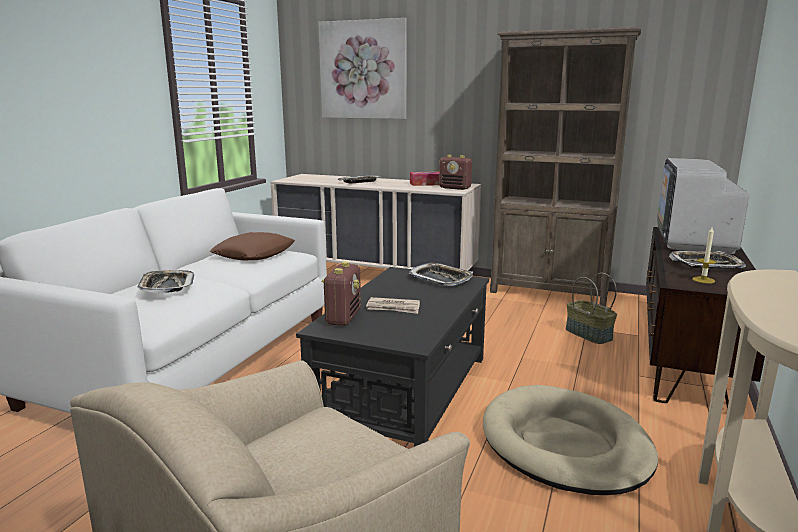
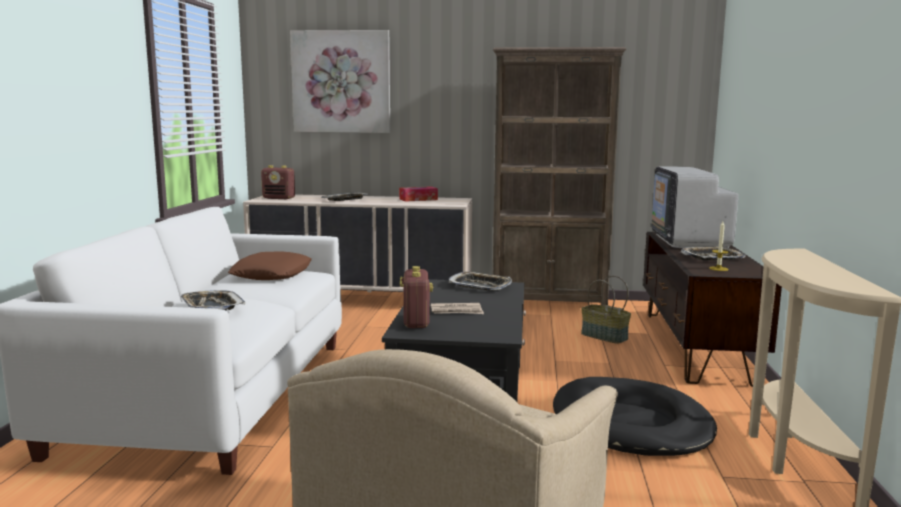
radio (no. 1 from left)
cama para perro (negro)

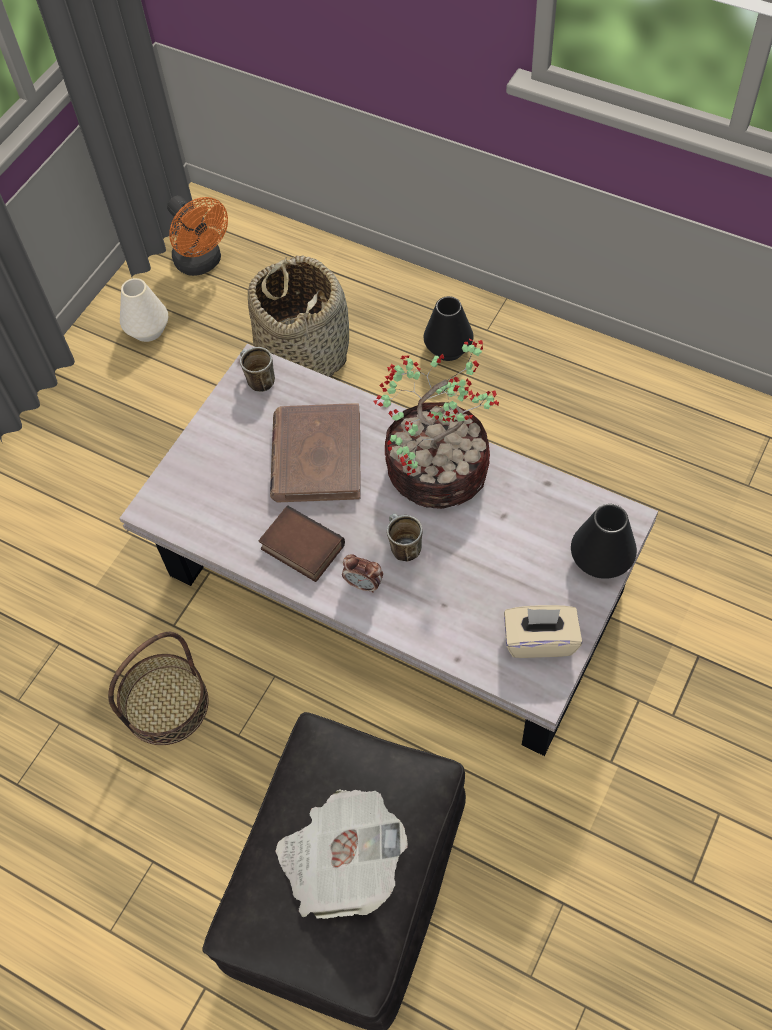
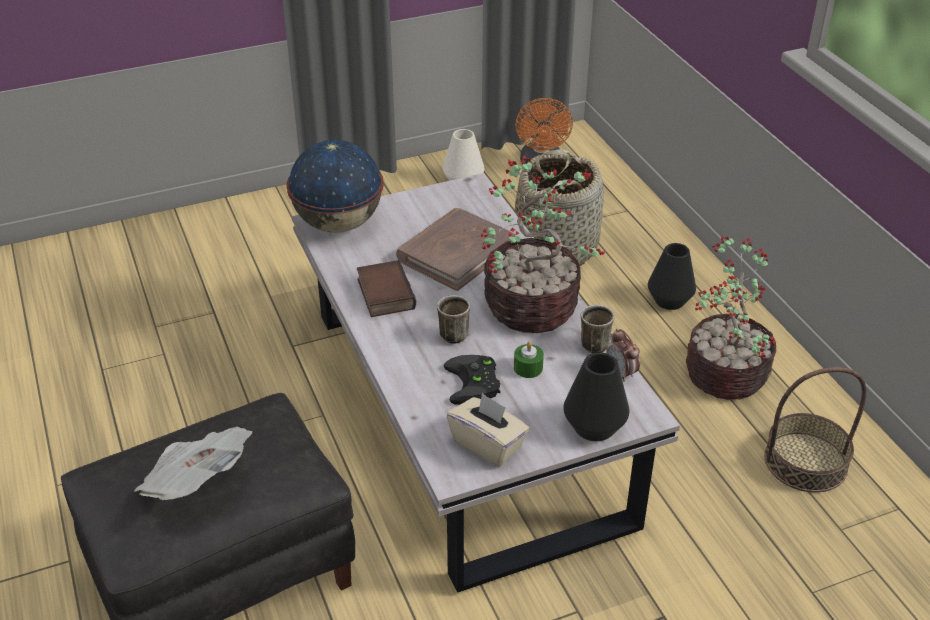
globo terráqueo
mando de consola (negro)
vela (verde)
planta en maceta (no. 2 from left)
cesta (no. 2 from left)
taza grande (no. 2 from left)
despertador

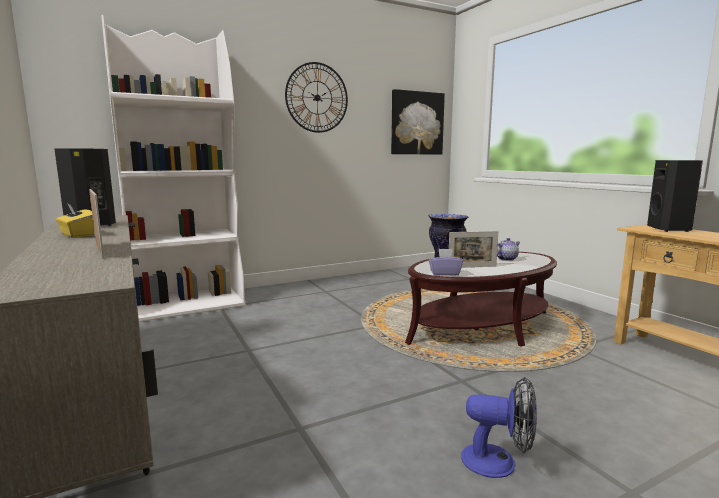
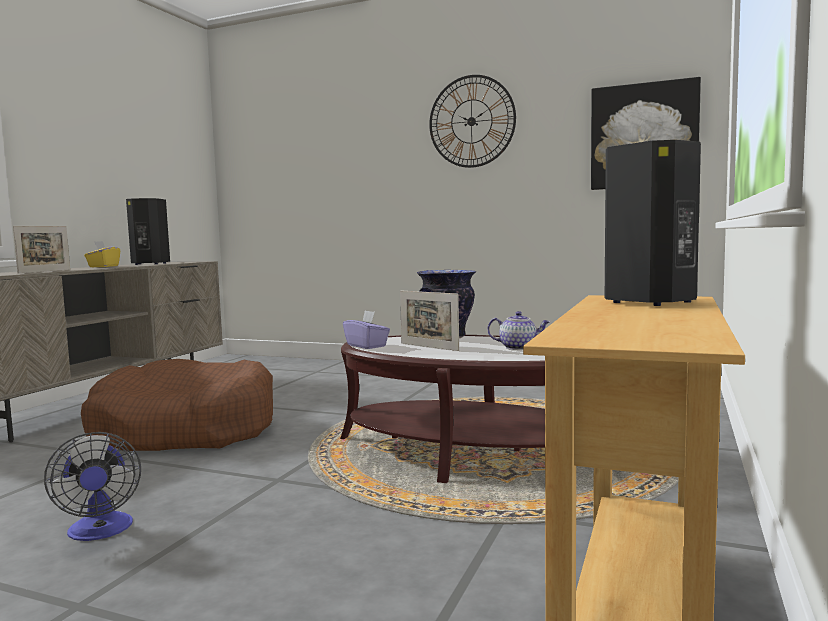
estantería (blanco)
cama para perro (marrón)

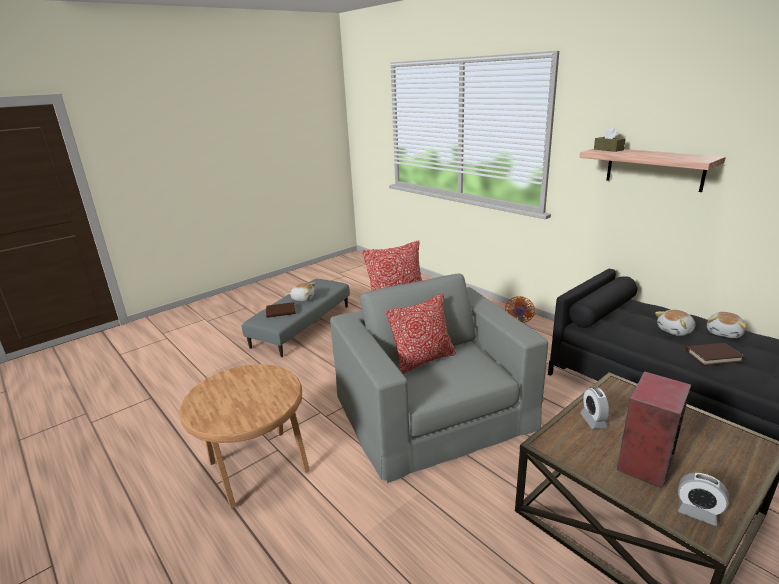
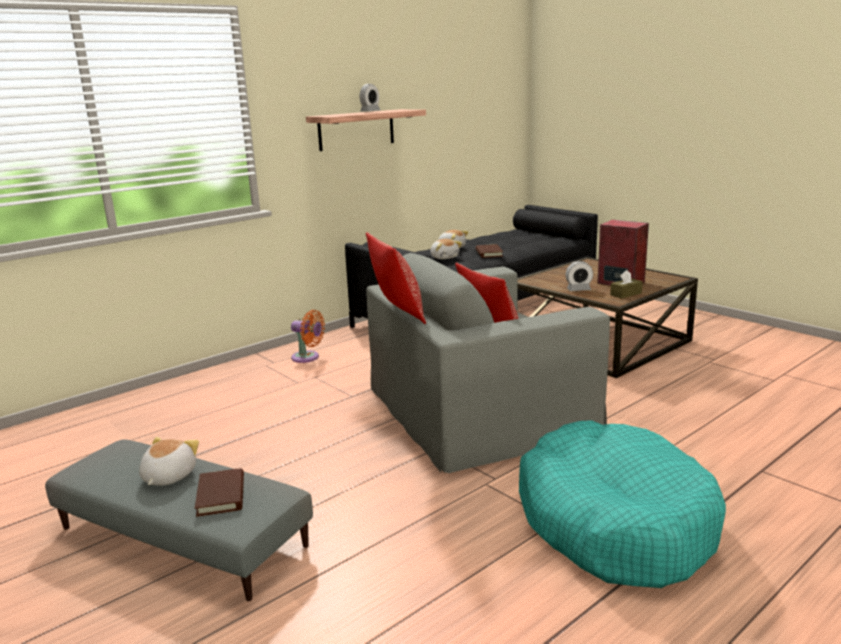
caja de pañuelos (marrón)
despertador (no. 1 from left)
cama para perro (turquesa)

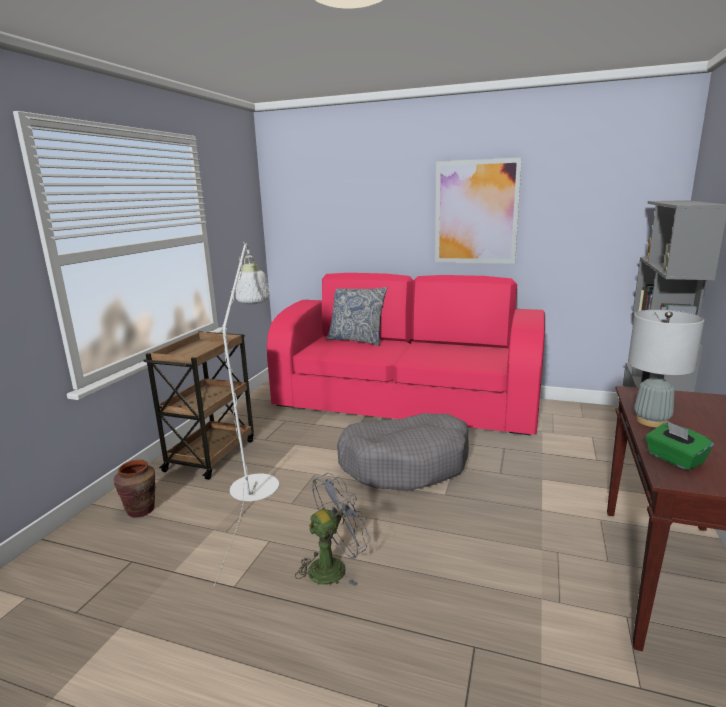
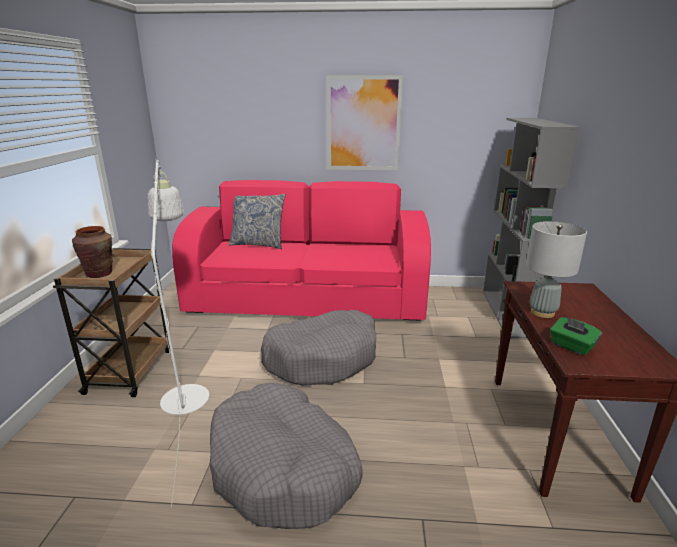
florero (marrón)
cama para perro (gris) (no. 1 from left)

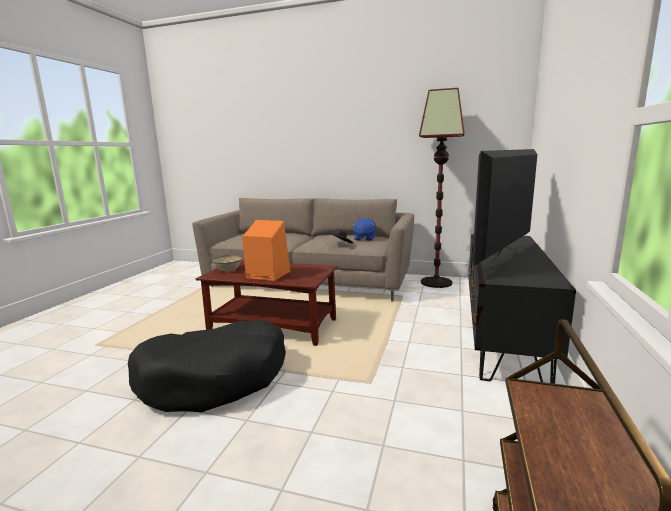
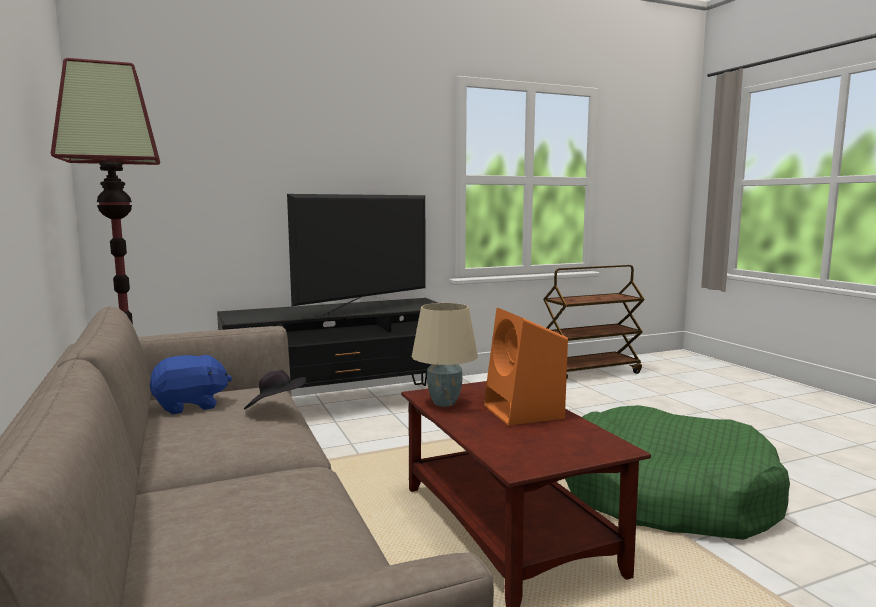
cuenco
lámpara de mesa (beis)
cama para perro (verde)
televisor

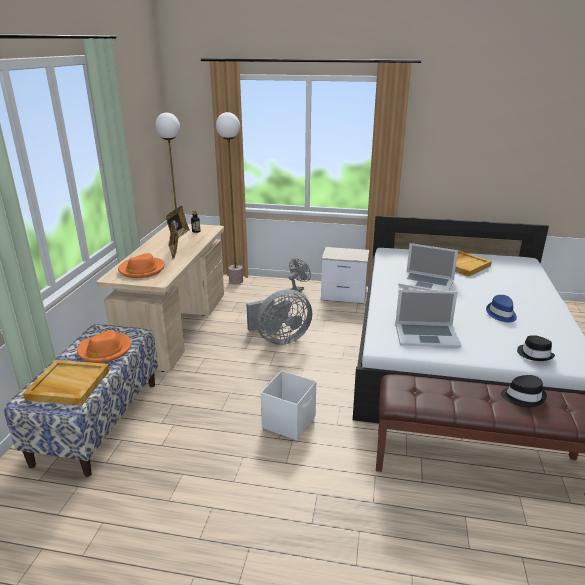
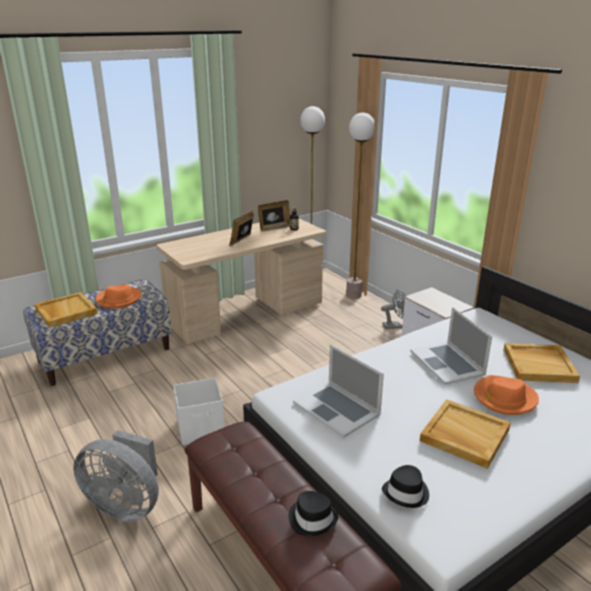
sombrero (naranja) (no. 2 from left)
ventilador (gris) (no. 1 from left)
bandeja (beis) (no. 2 from left)

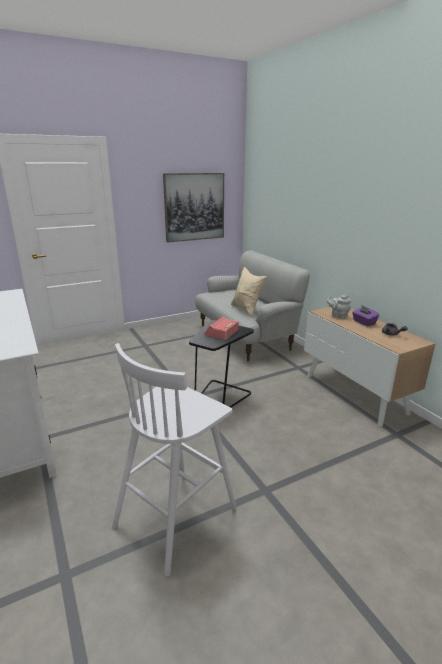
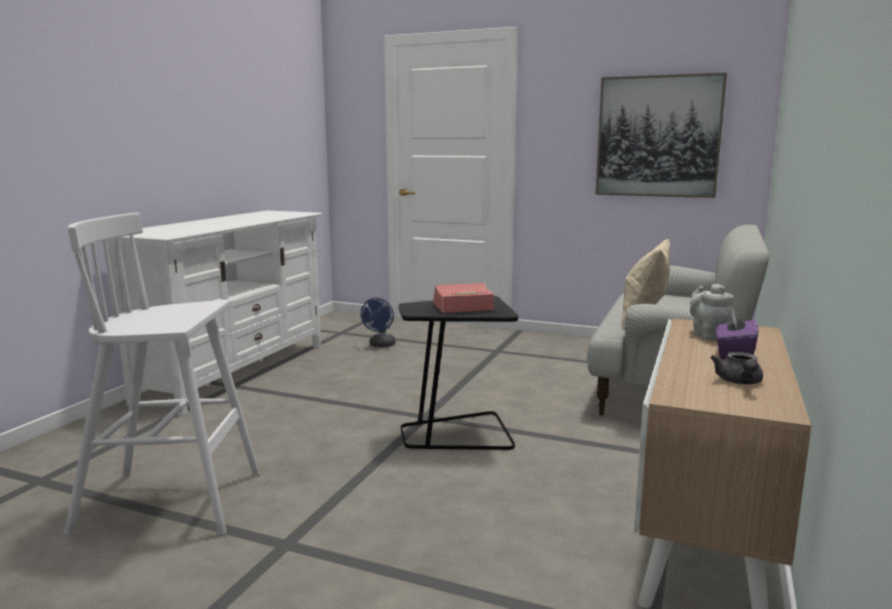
ventilador (azul)

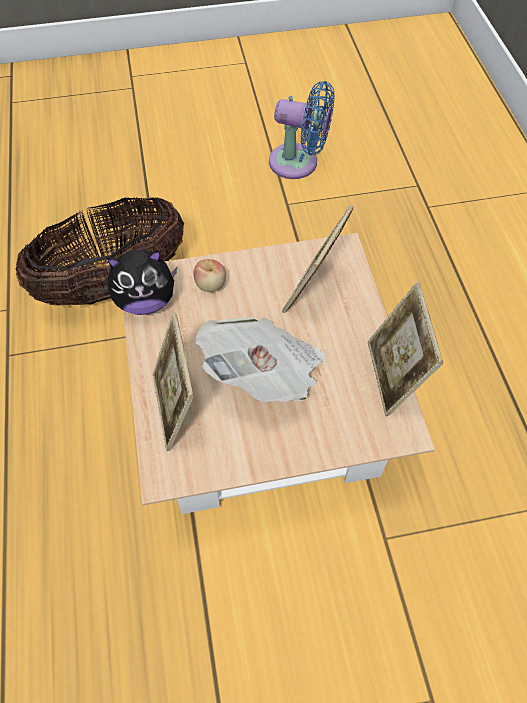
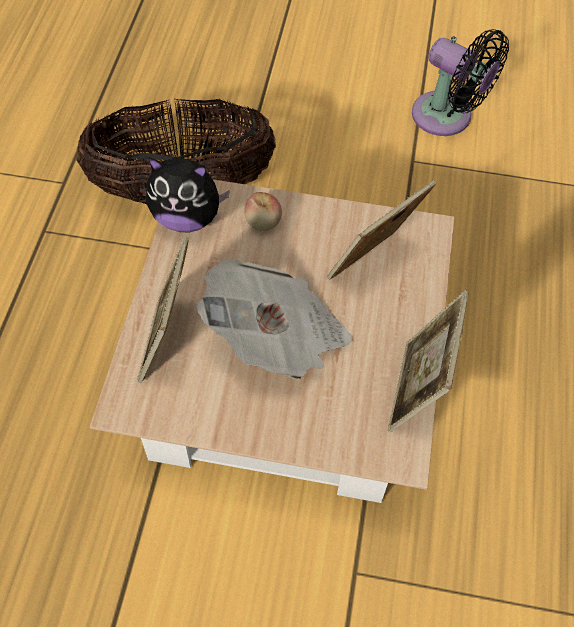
ventilador (negro)

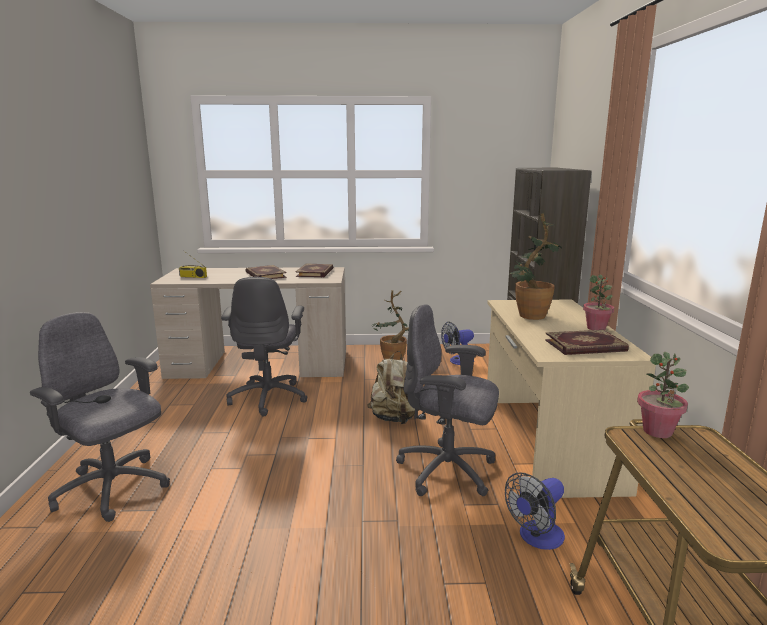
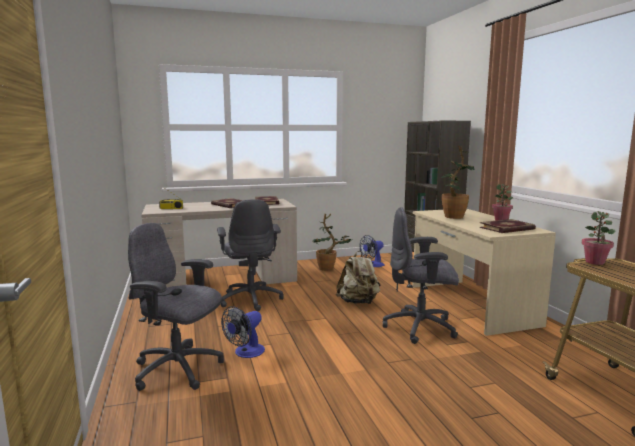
ventilador (no. 1 from left)

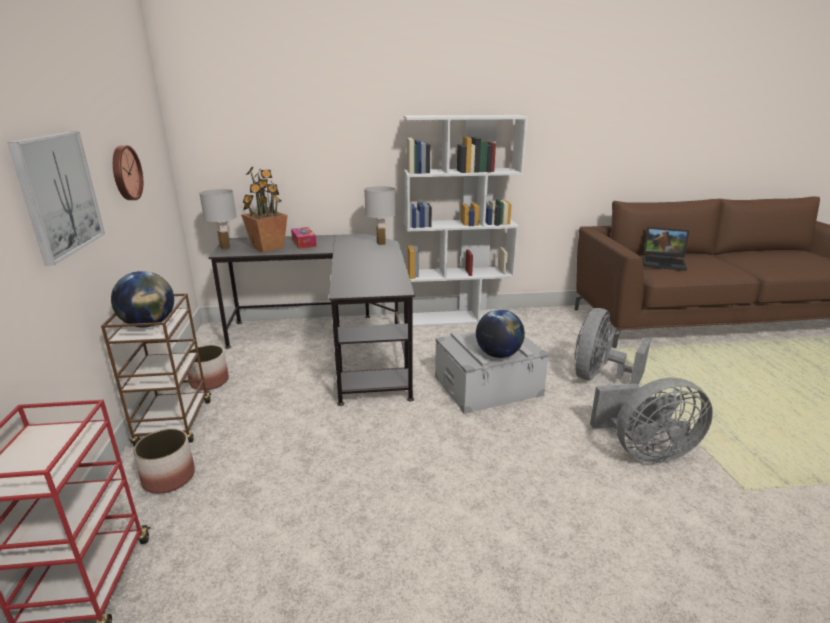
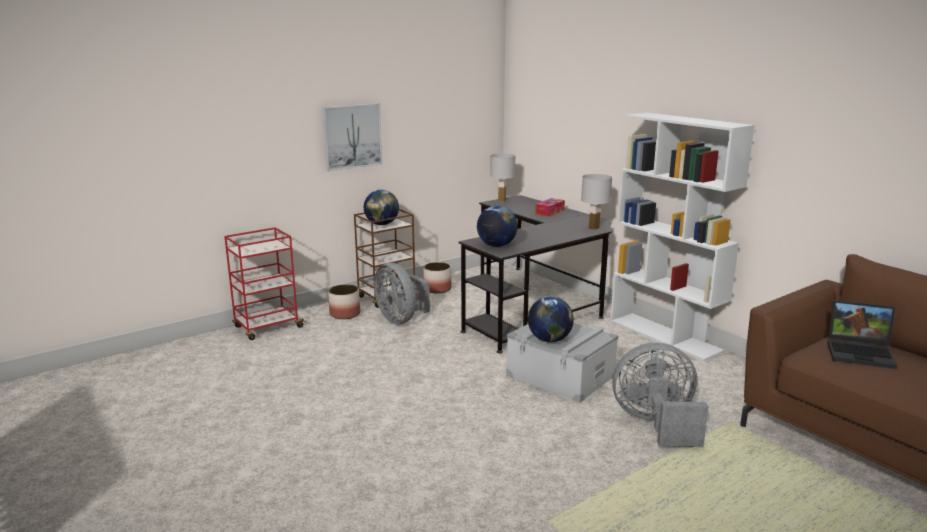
reloj de pared
planta en maceta
globo terráqueo (no. 2 from left)
ventilador (gris) (no. 1 from left)
portátil

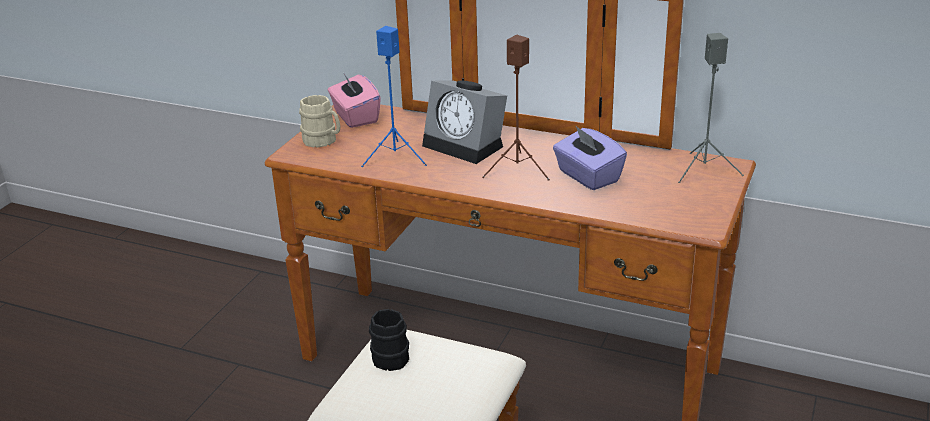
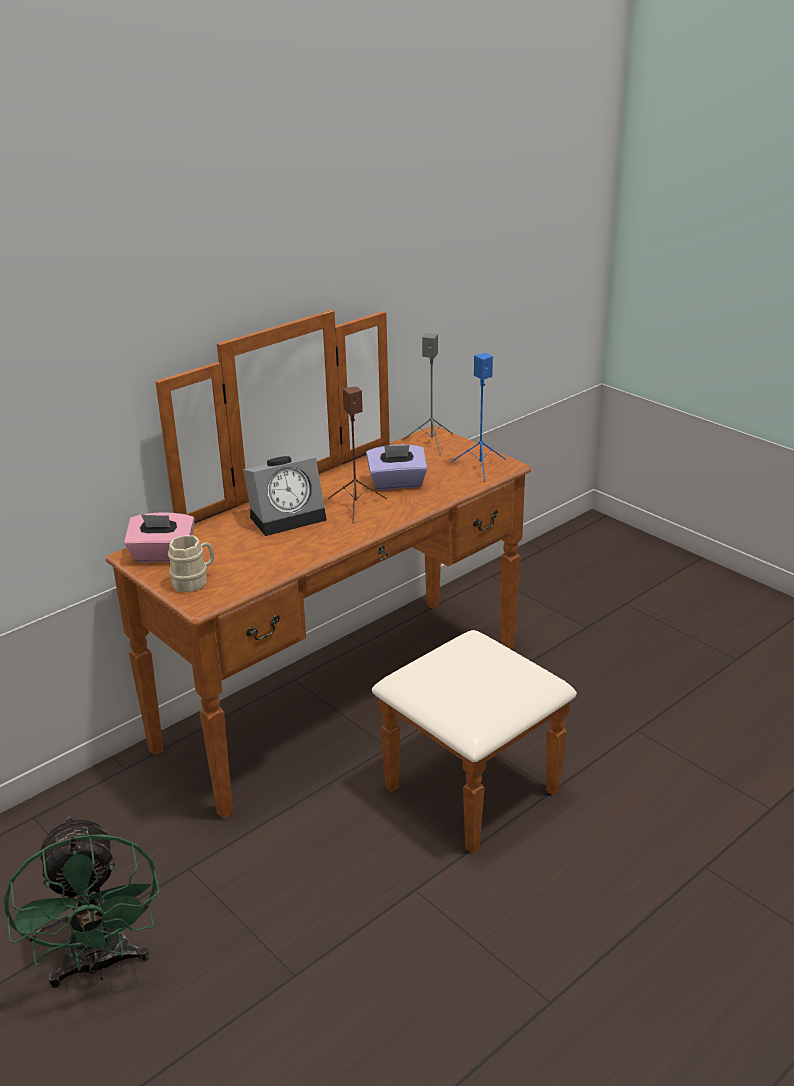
taza grande (negro)
ventilador (verde)
altavoz (azul)

